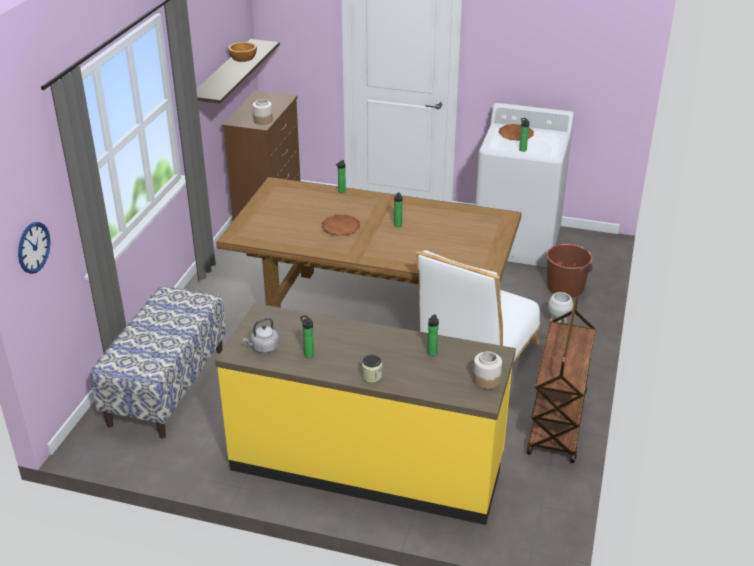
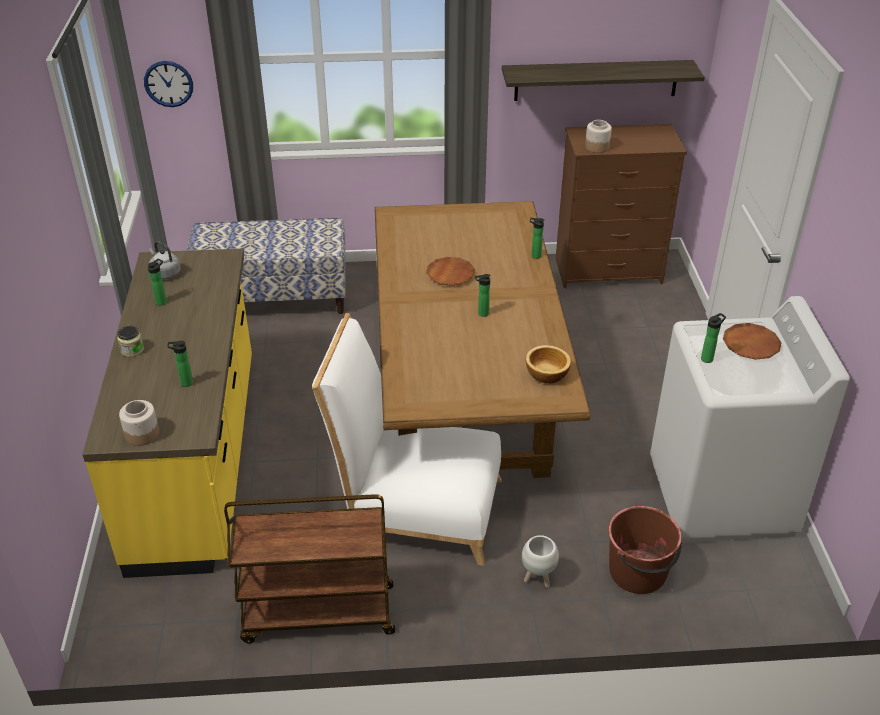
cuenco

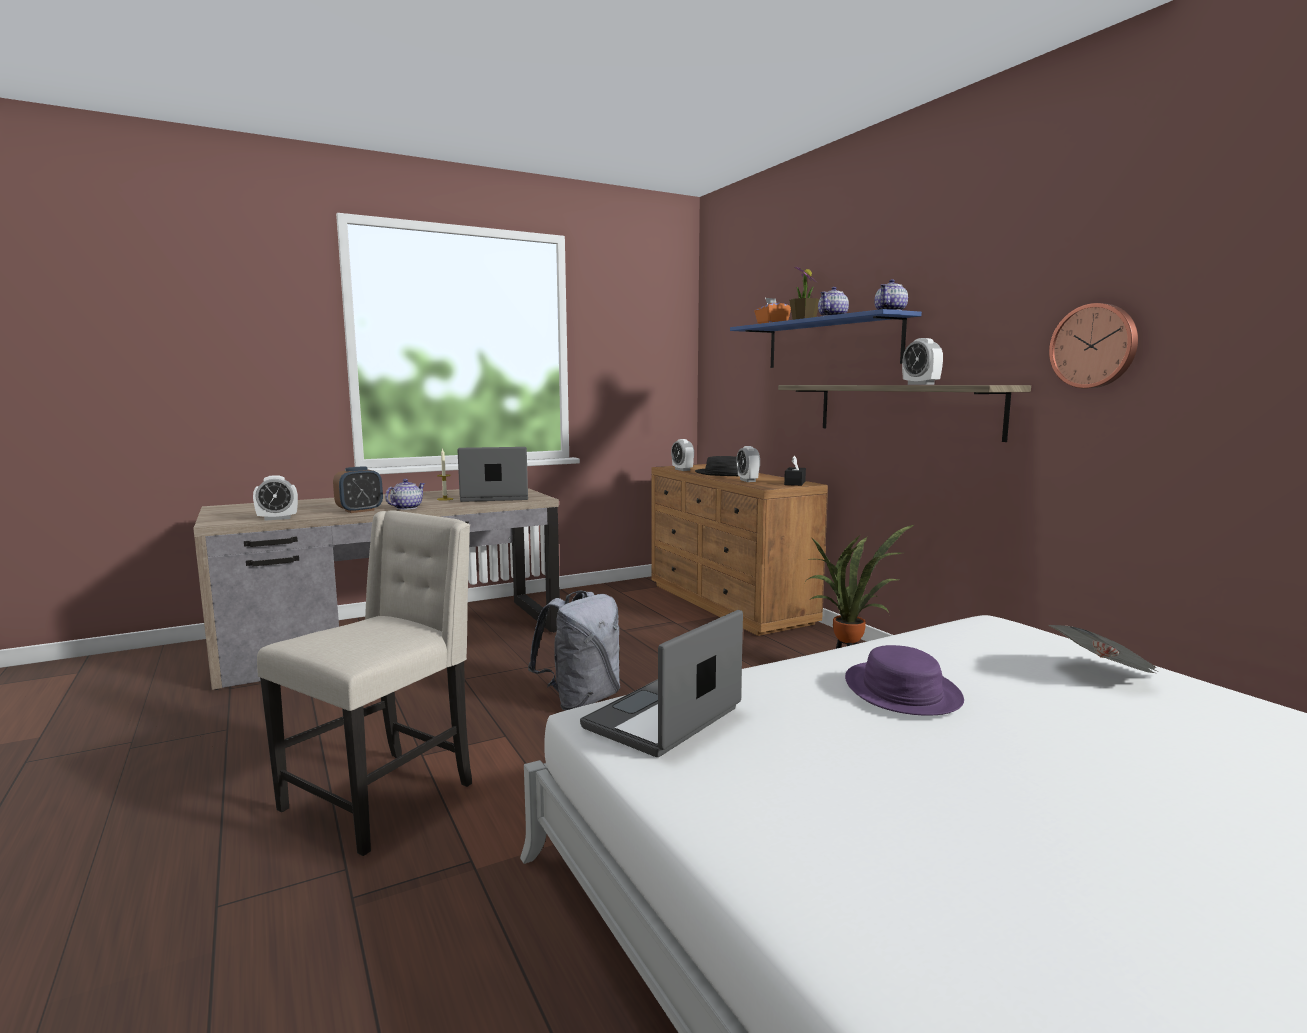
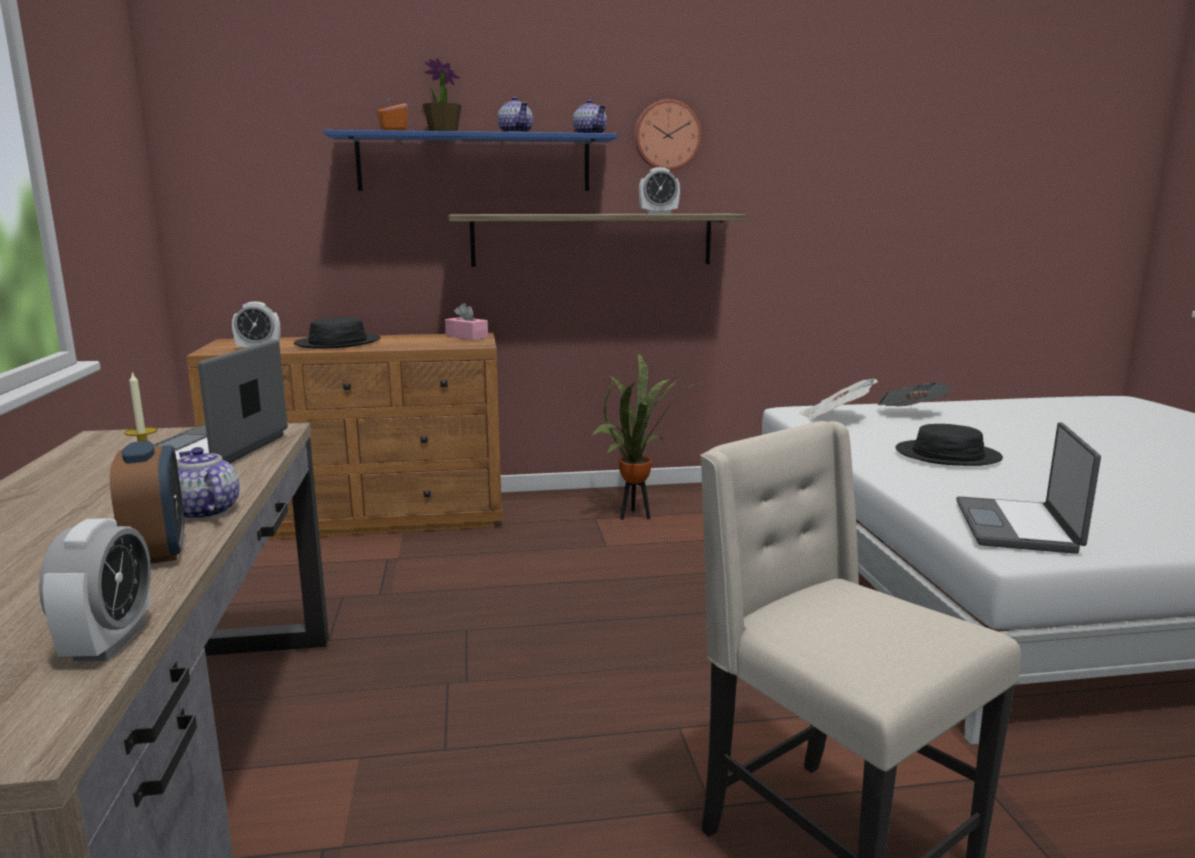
mochila (gris)
despertador (no. 4 from left in the first image)
periódico (no. 1 from left)
reloj de pared
caja de pañuelos (rosa)
sombrero (negro) (no. 2 from left)
portátil (no. 2 from left)

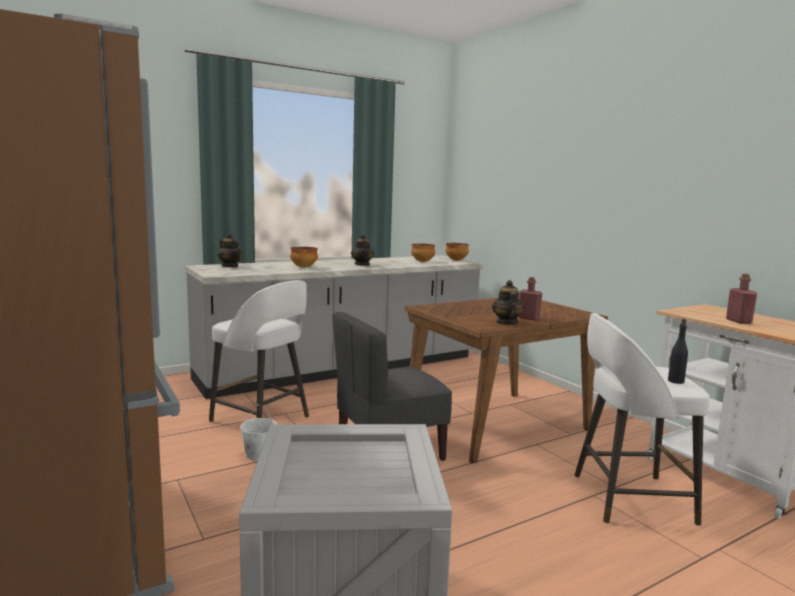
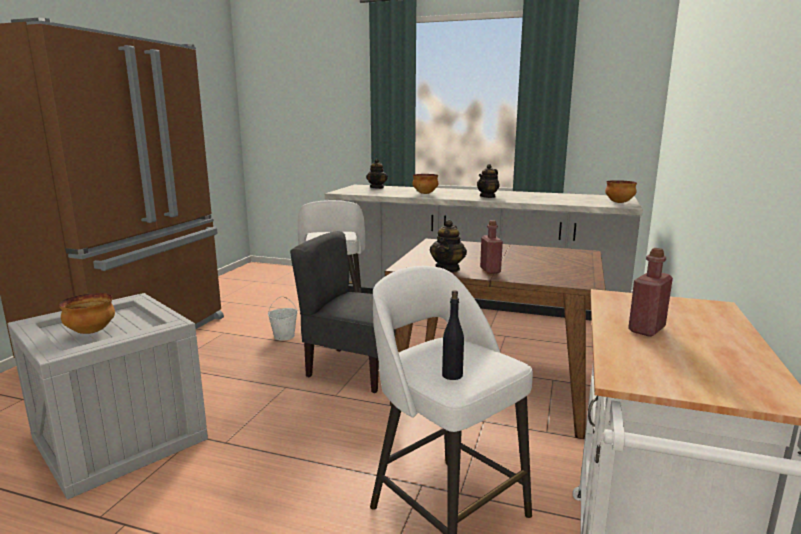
cuenco (no. 1 from left)
tetera (no. 2 from left)

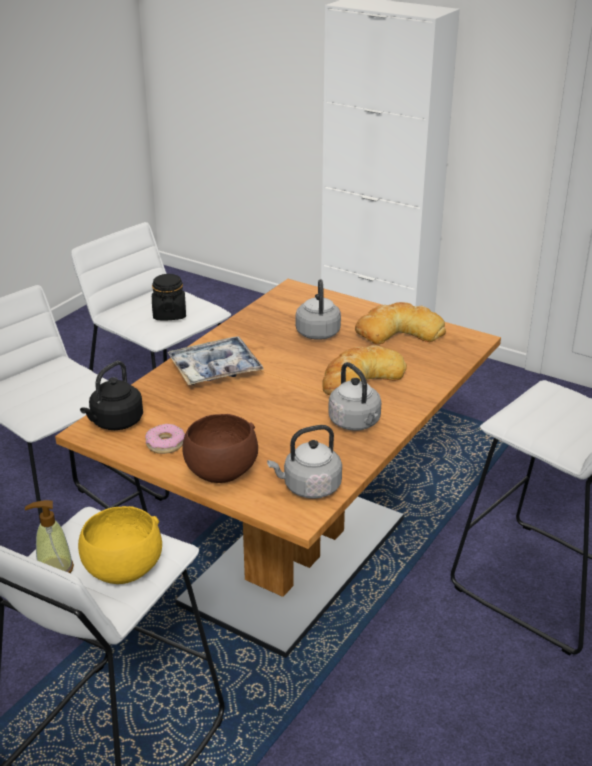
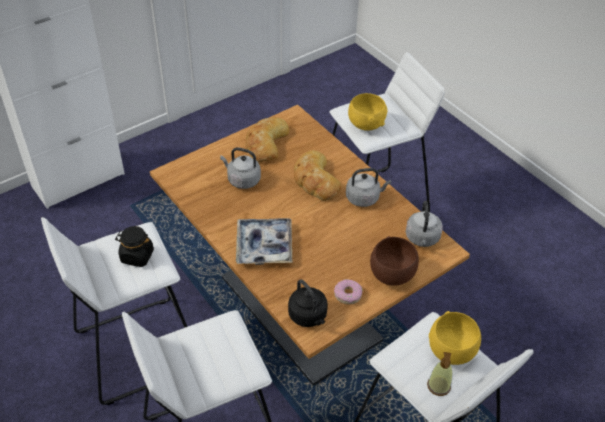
cuenco (amarillo) (no. 1 from left)

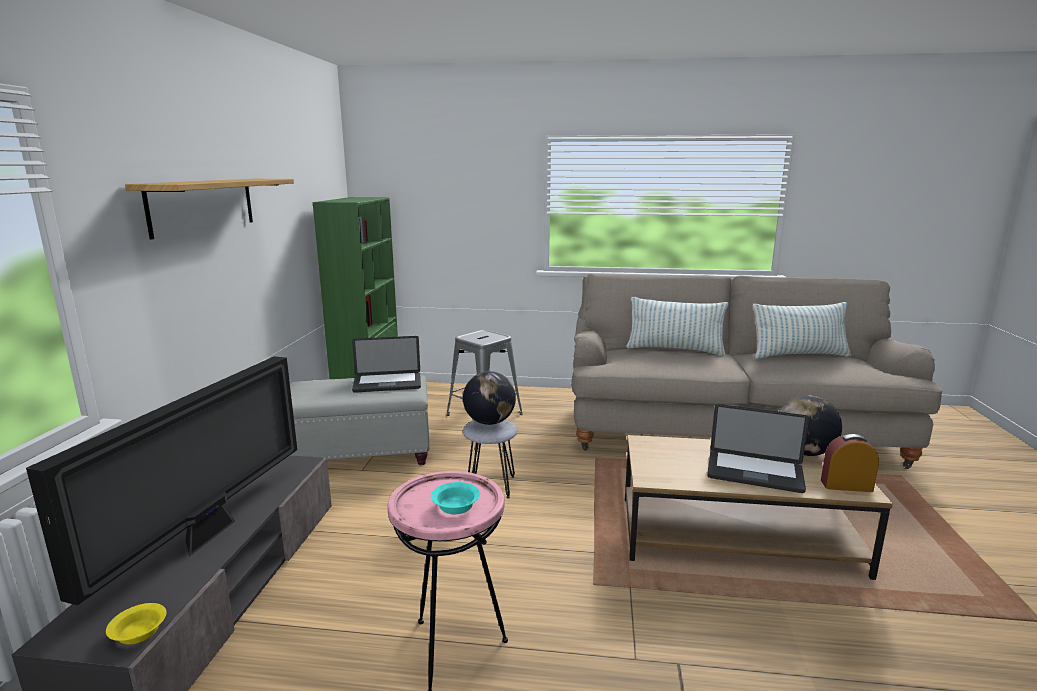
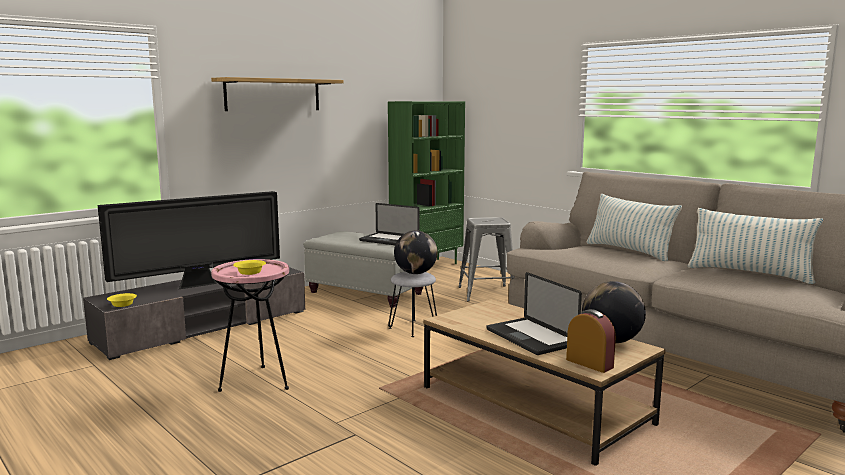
cuenco (amarillo) (no. 2 from left)

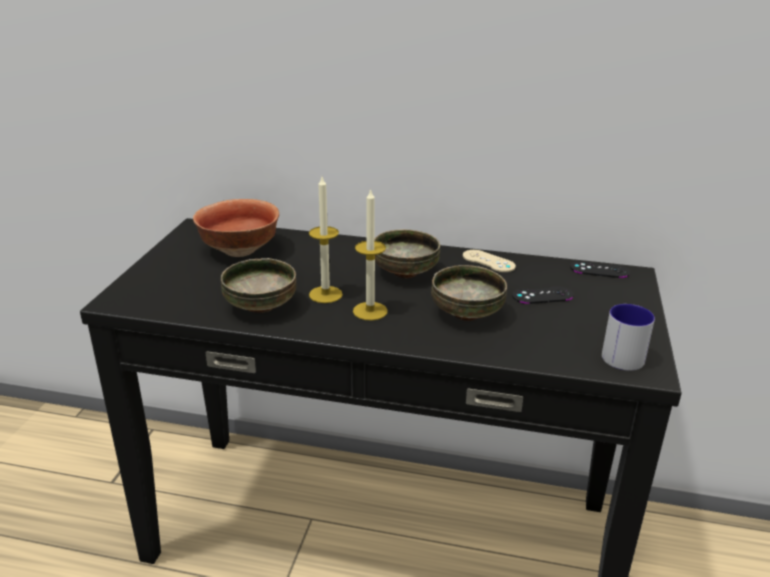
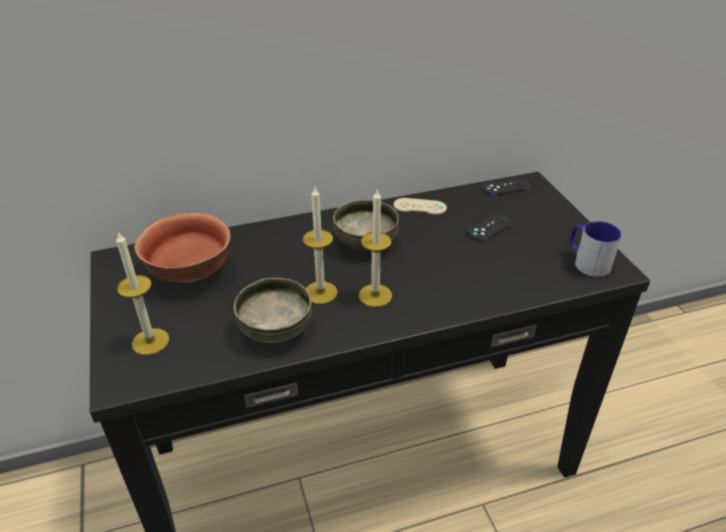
cuenco (no. 4 from left in the first image)
vela (no. 1 from left)

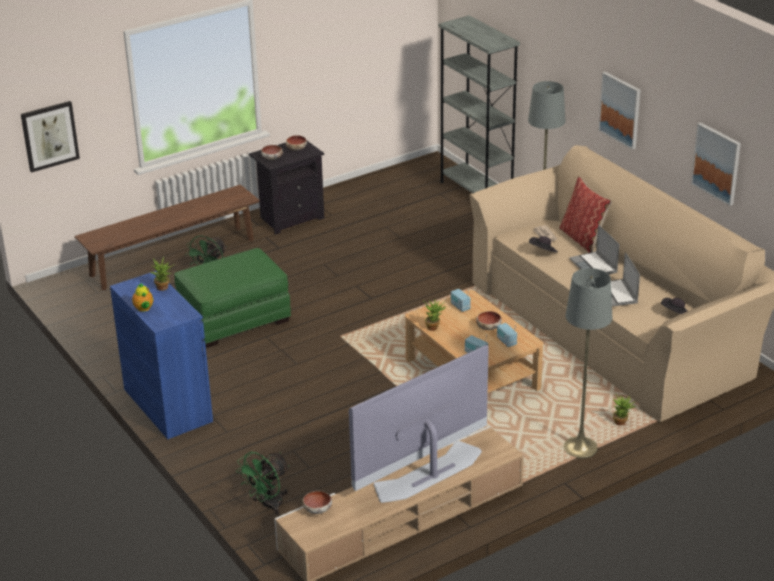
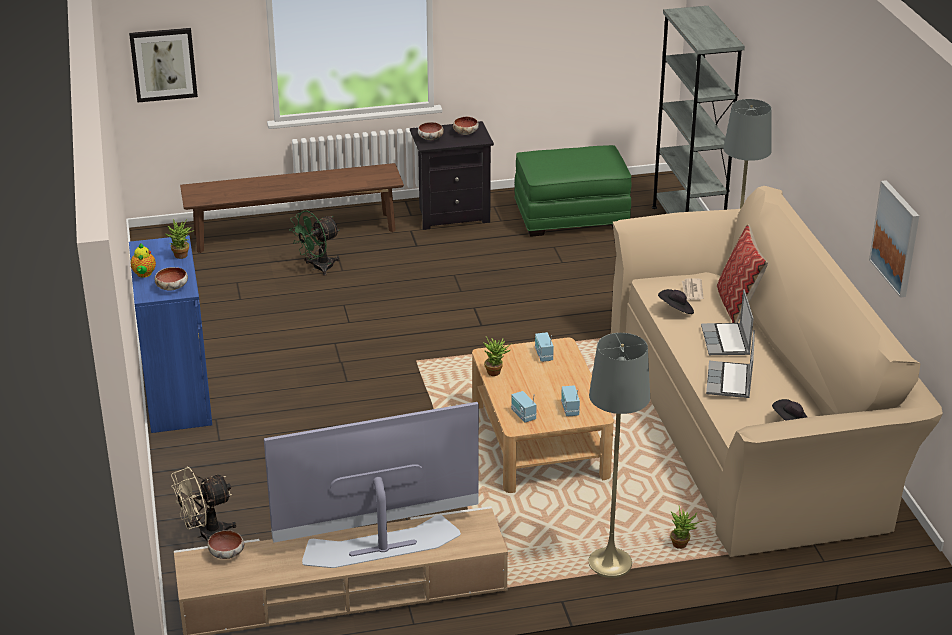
cuadro (no. 2 from left in the first image)
puf (verde)
cuenco (no. 1 from left)
ventilador (beis)

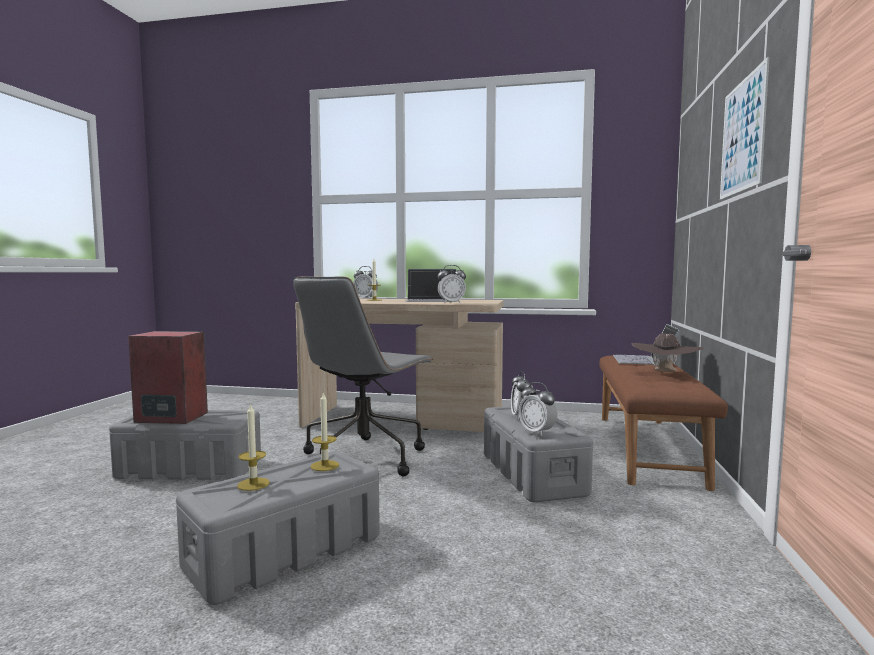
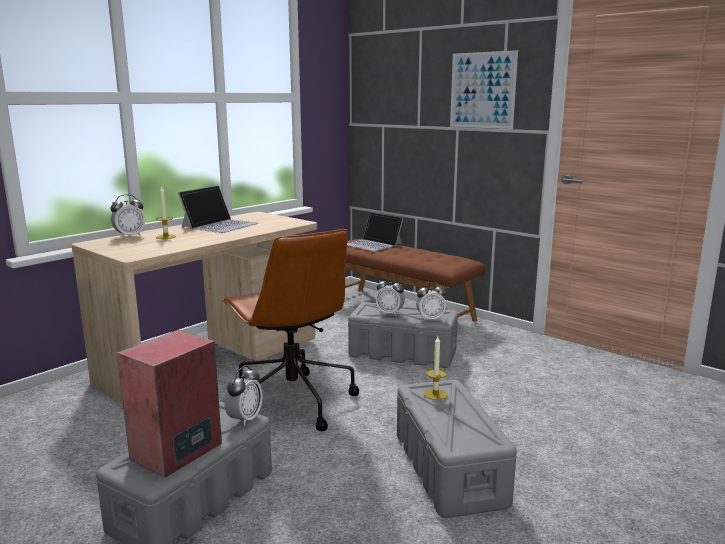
vela (no. 1 from left in the first image)
sombrero (marrón)
despertador (no. 2 from left)
silla de oficina (marrón)

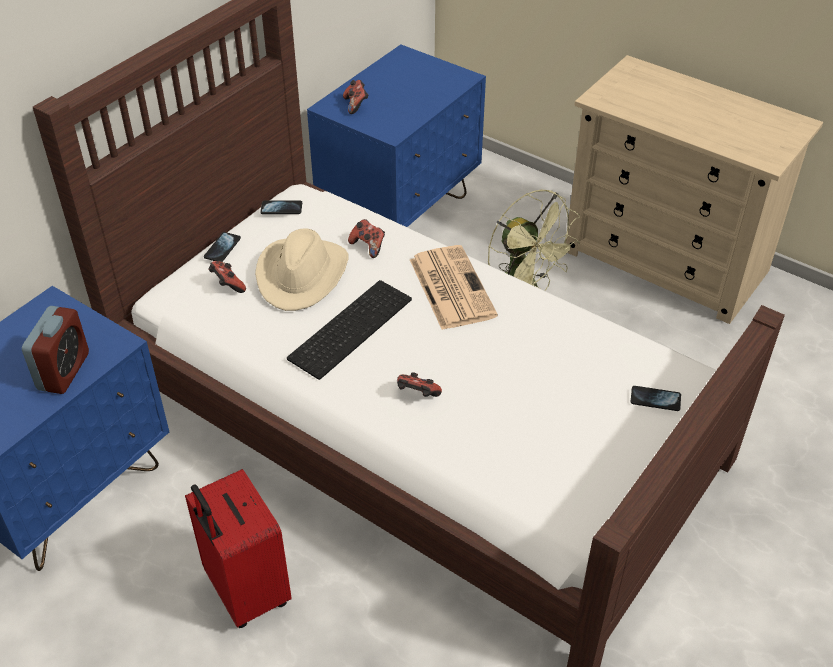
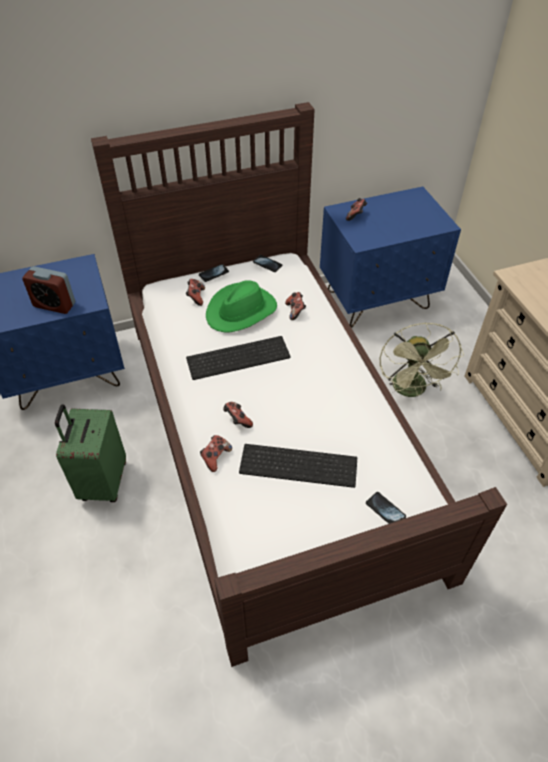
periódico
mando de consola (no. 2 from left)
teclado (no. 2 from left)
maleta (verde)
sombrero (verde)
despertador

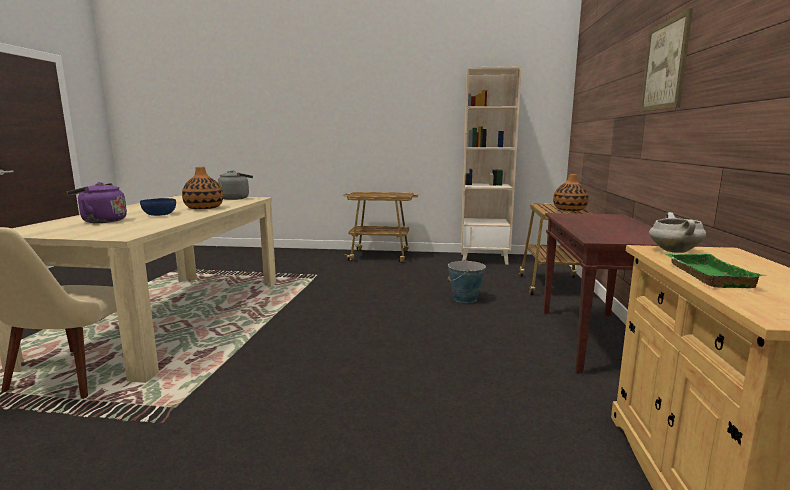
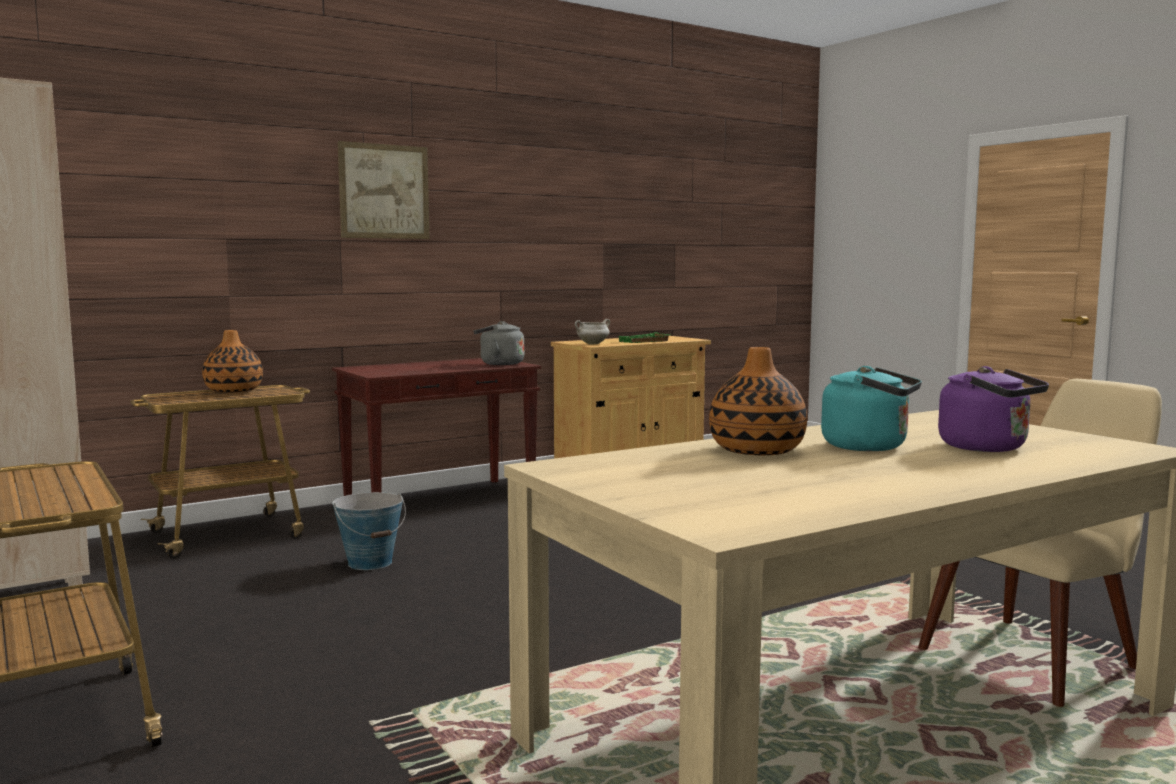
hervidor (gris)
hervidor (turquesa)

